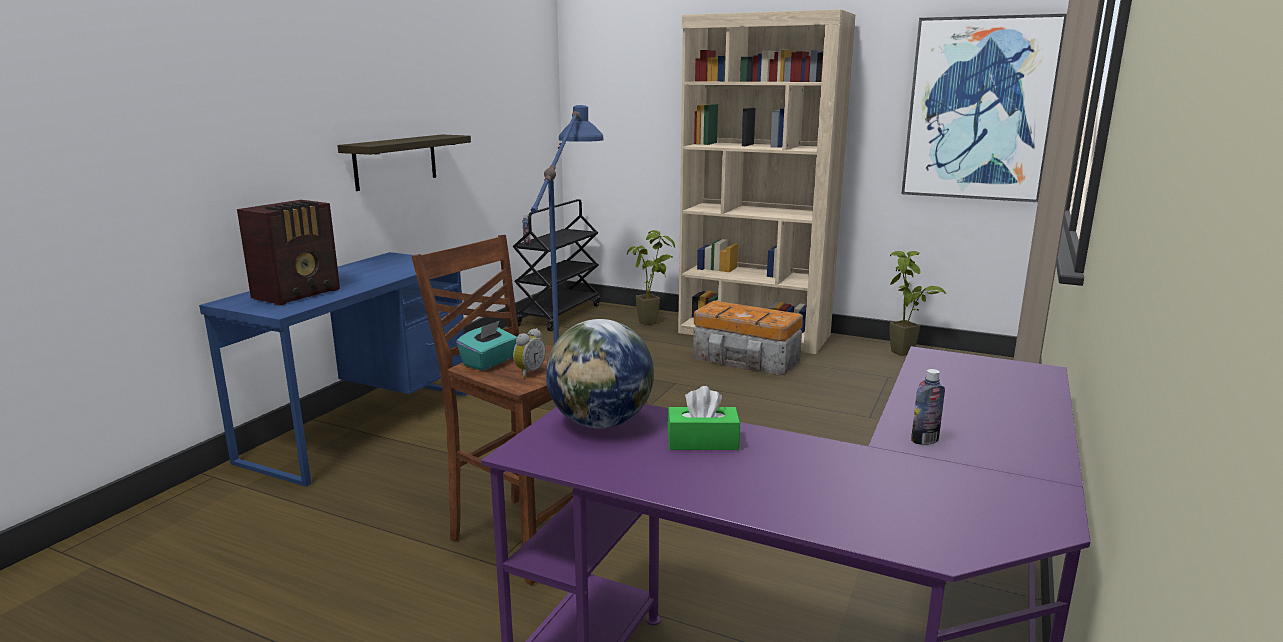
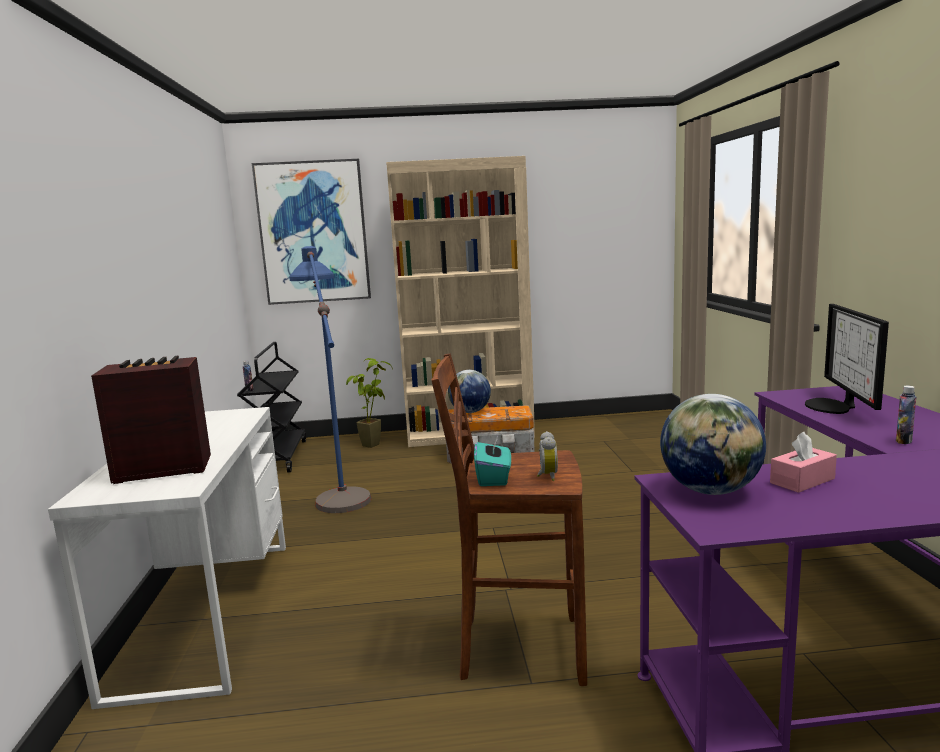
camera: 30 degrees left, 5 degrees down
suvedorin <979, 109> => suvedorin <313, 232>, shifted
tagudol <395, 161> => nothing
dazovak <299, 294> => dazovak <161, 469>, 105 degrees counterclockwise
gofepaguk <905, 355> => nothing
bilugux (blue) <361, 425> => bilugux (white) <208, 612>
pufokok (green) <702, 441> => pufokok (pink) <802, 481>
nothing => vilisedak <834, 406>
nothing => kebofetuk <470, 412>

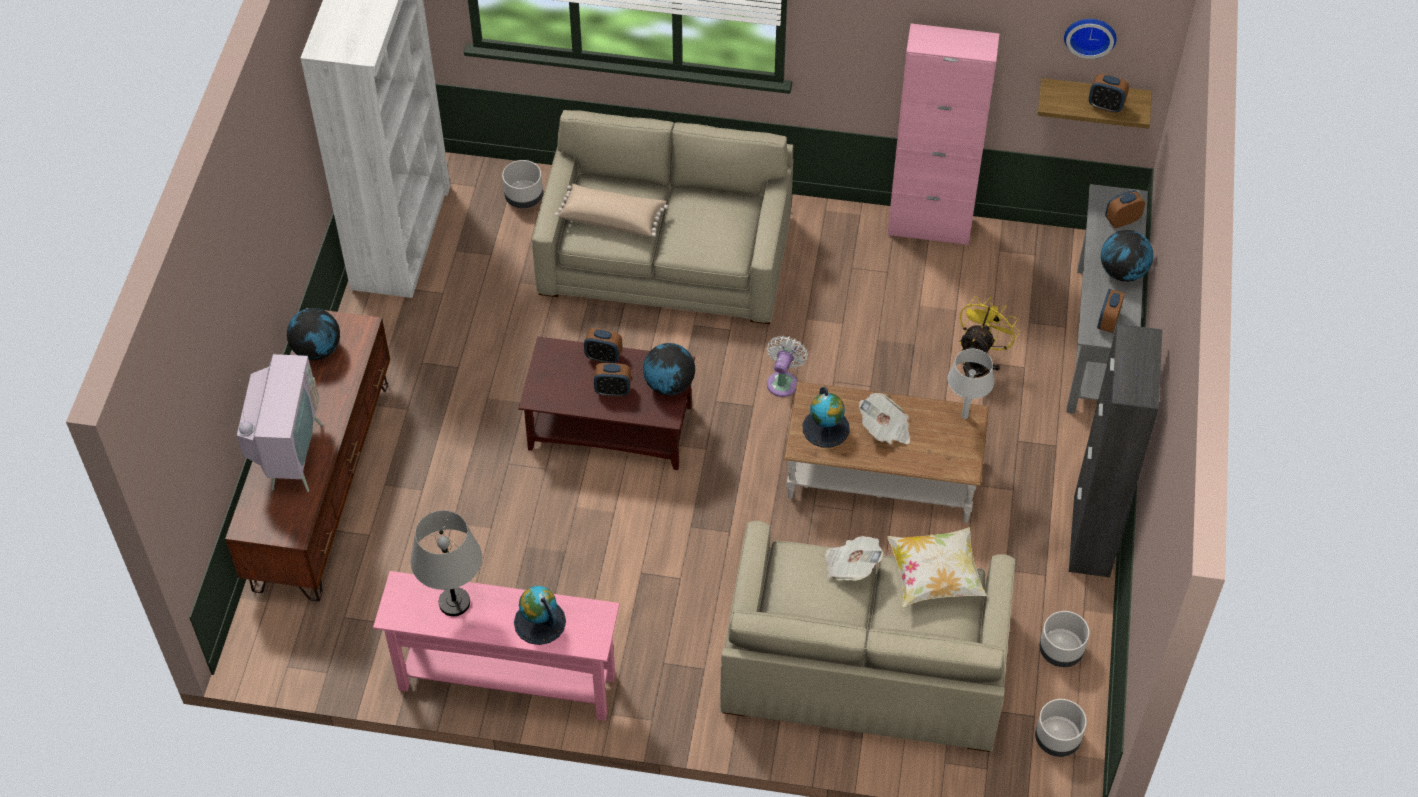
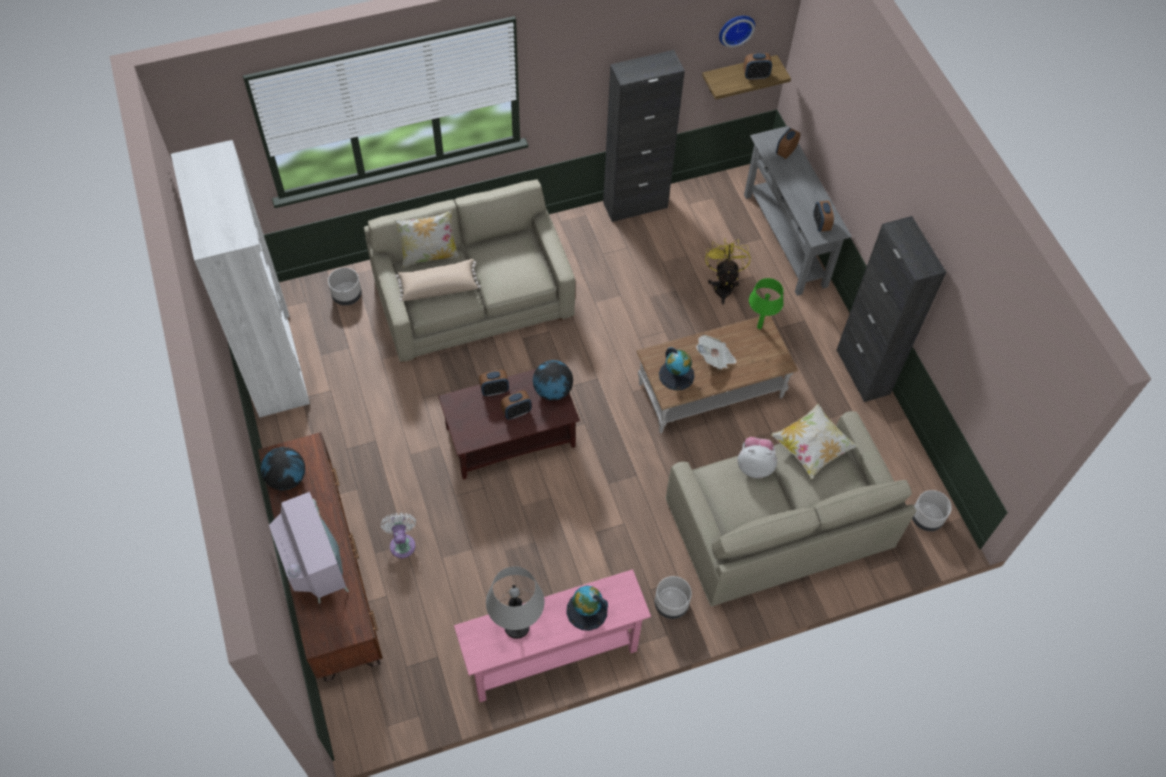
camera: 30 degrees left, 5 degrees up
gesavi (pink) <929, 227> => gesavi (black) <635, 205>
kebofetuk <1123, 272> => nothing
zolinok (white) <783, 381> => zolinok (white) <402, 543>, shifted
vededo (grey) <965, 415> => vededo (green) <759, 326>
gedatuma <851, 566> => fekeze <754, 465>
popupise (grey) <1060, 651> => popupise (grey) <671, 604>, shifted
nothing => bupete <429, 255>

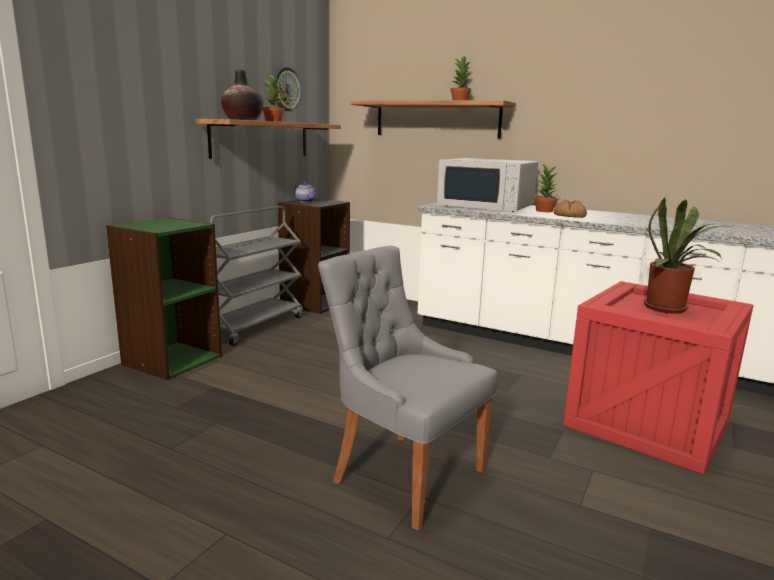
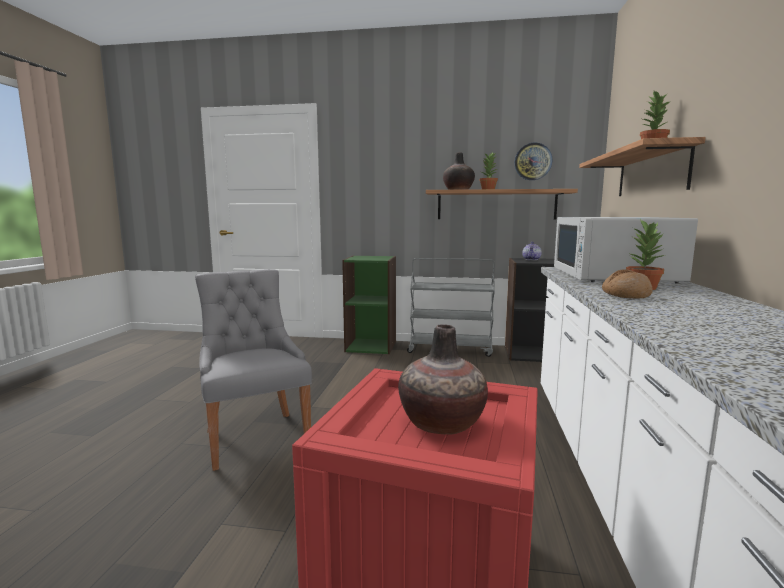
camera: 70 degrees right, 5 degrees down
gofepaguk <669, 309> => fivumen <441, 423>
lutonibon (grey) <404, 474> => lutonibon (grey) <255, 436>, 45 degrees counterclockwise

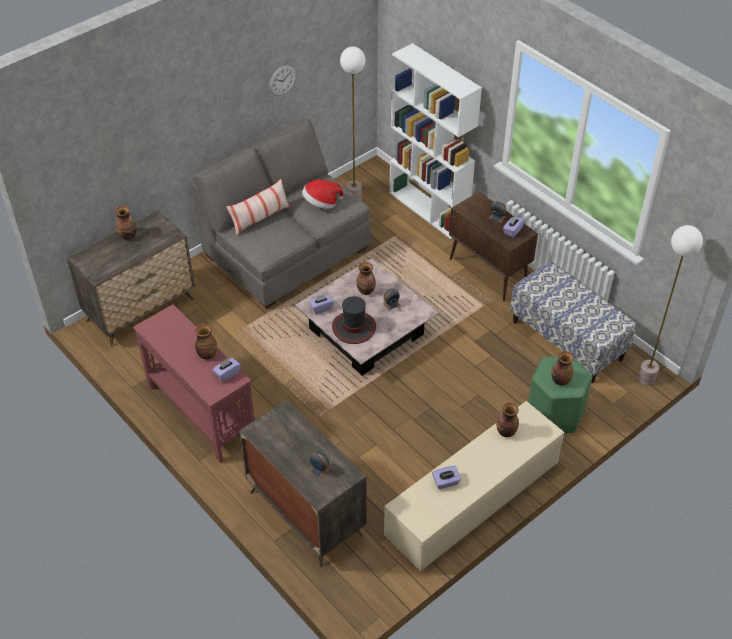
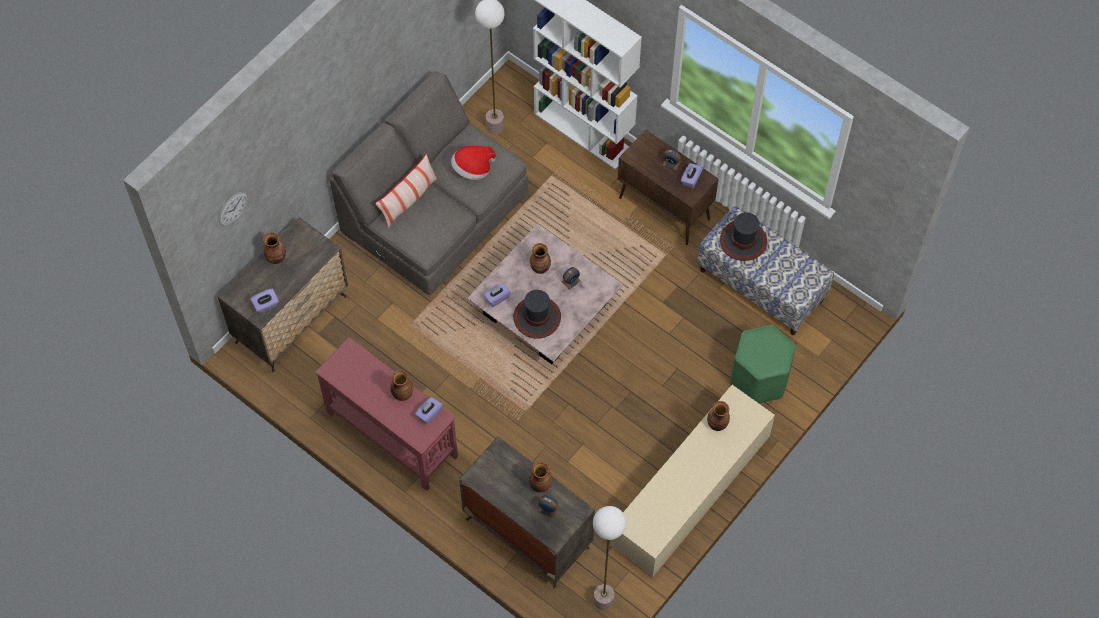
camera: 10 degrees left, 15 degrees up
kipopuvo <282, 80> => kipopuvo <233, 208>, shifted
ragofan <646, 378> => ragofan <603, 601>, shifted
fivumen <560, 380> => fivumen <539, 485>, shifted
pufokok (purple) <446, 482> => pufokok (purple) <266, 305>, shifted
nothing => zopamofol <743, 241>

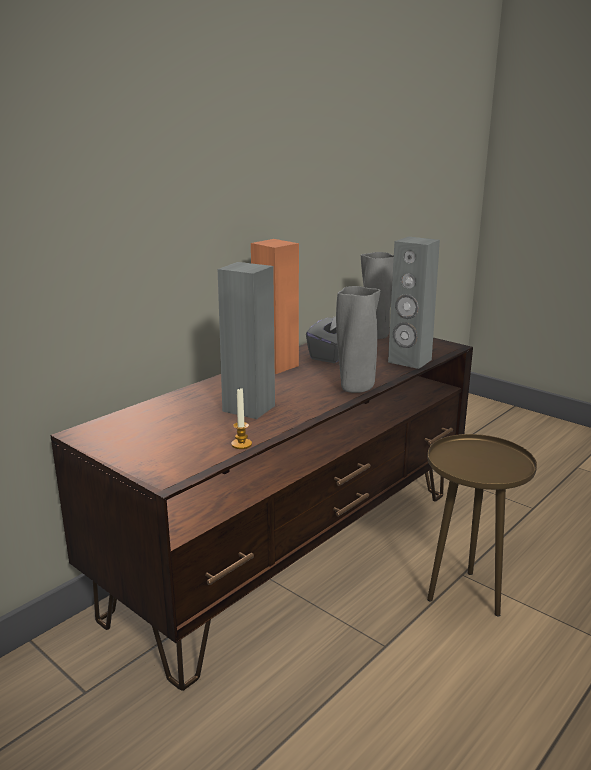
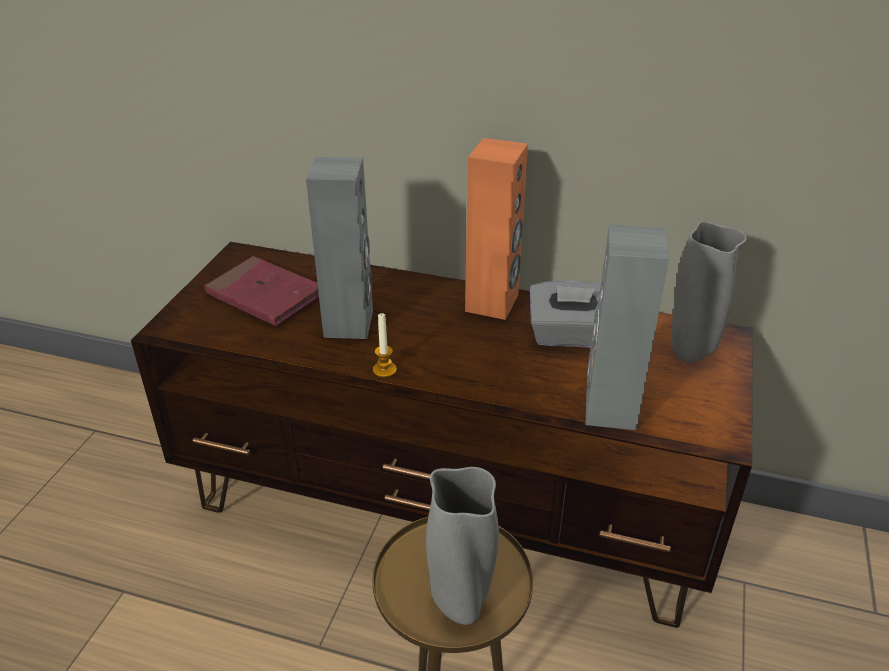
camera: 65 degrees right, 15 degrees up
fivumen (grey) <355, 388> => fivumen (grey) <461, 603>, shifted
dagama <241, 444> => dagama <384, 370>, shifted
nothing => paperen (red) <265, 295>

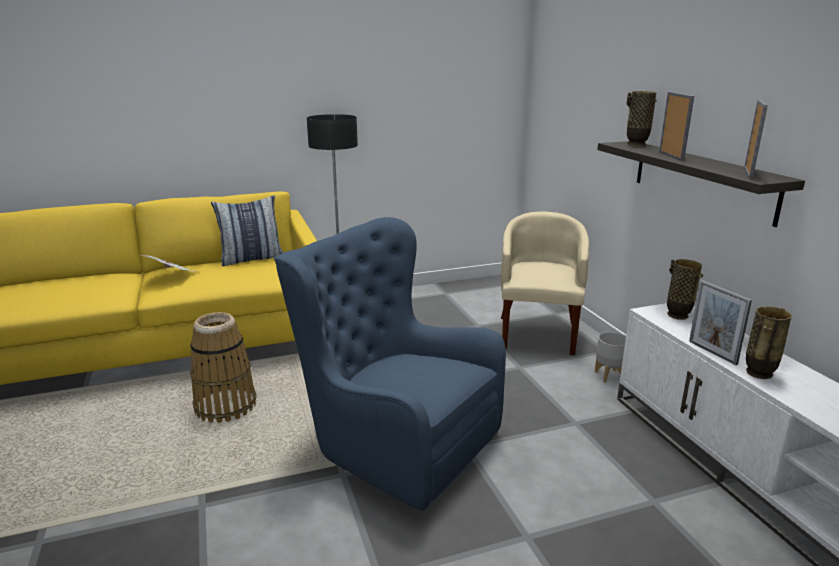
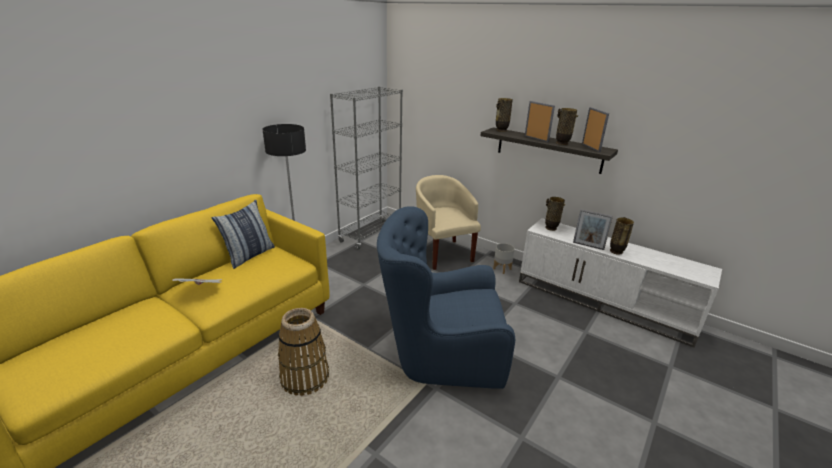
camera: 35 degrees left, 5 degrees up
nothing => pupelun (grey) <370, 234>
nothing => fivumen <562, 143>

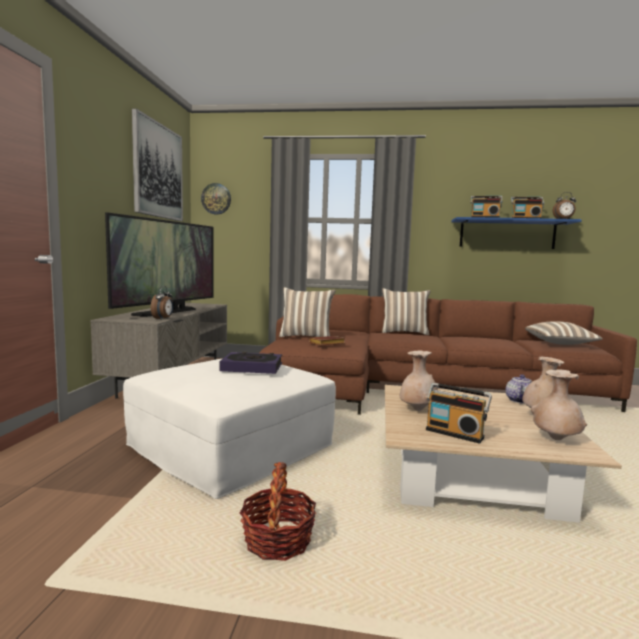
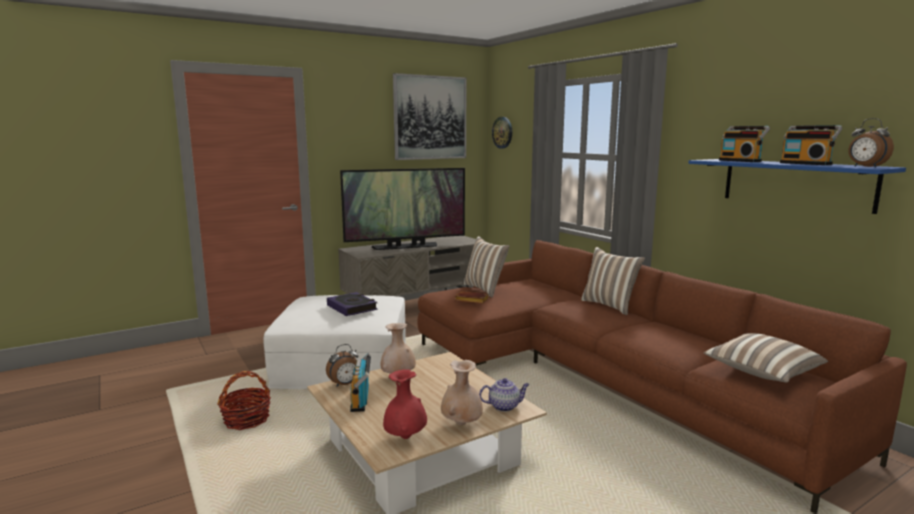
camera: 50 degrees right, 5 degrees up
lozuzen <163, 319> => lozuzen <344, 384>, shifted
fivumen (beige) <556, 439> => fivumen (red) <405, 437>

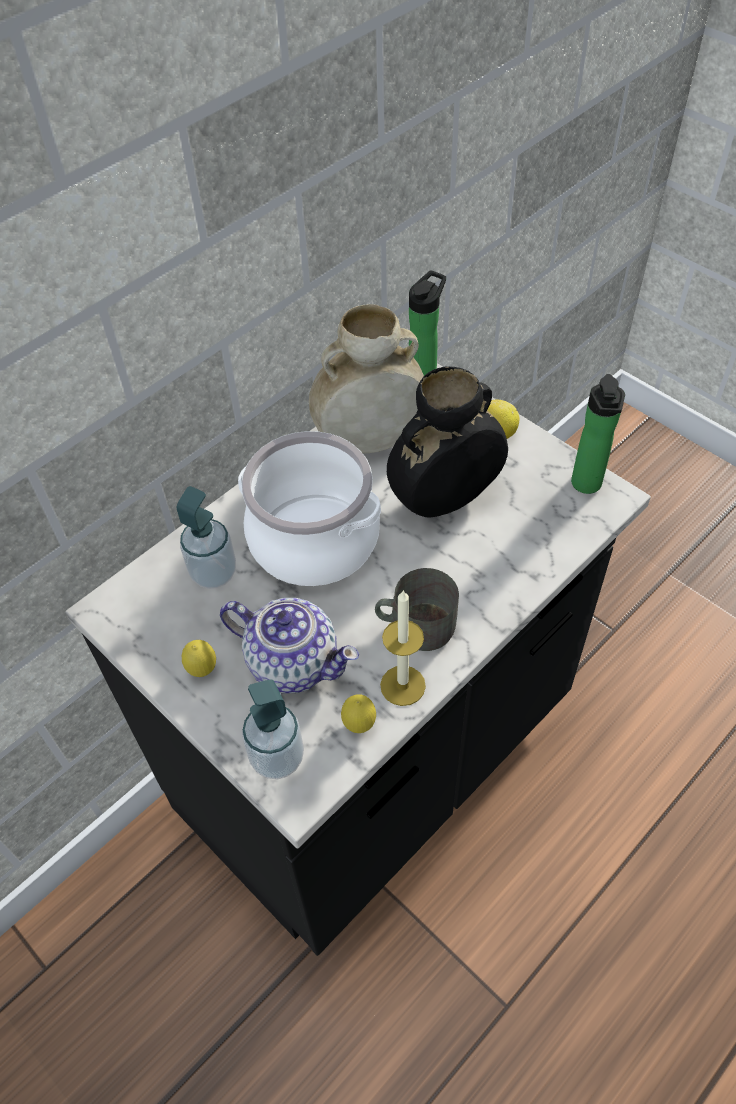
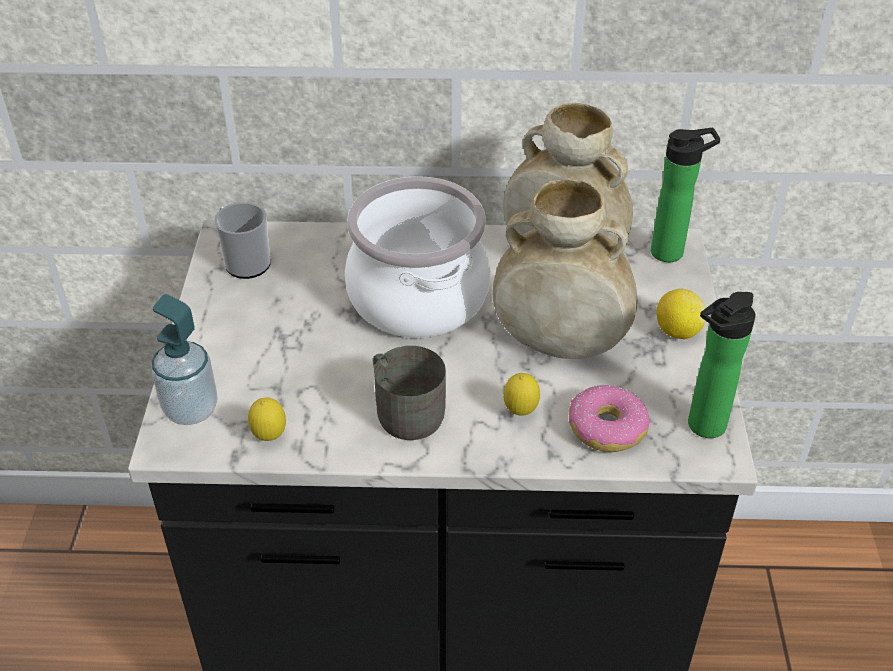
camera: 45 degrees right, 10 degrees down
fivumen (black) <445, 499> => fivumen (beige) <559, 345>
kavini <213, 573> => nothing
dagama <402, 685> => nothing
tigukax <292, 661> => nothing
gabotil <203, 670> => gabotil <520, 412>, shifted
nothing => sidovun <244, 261>
nothing => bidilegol <606, 428>

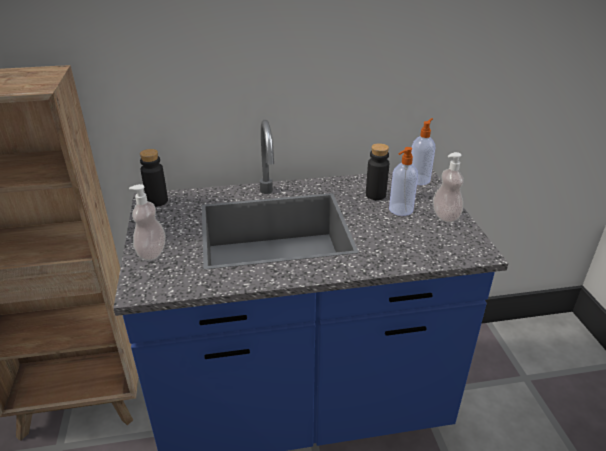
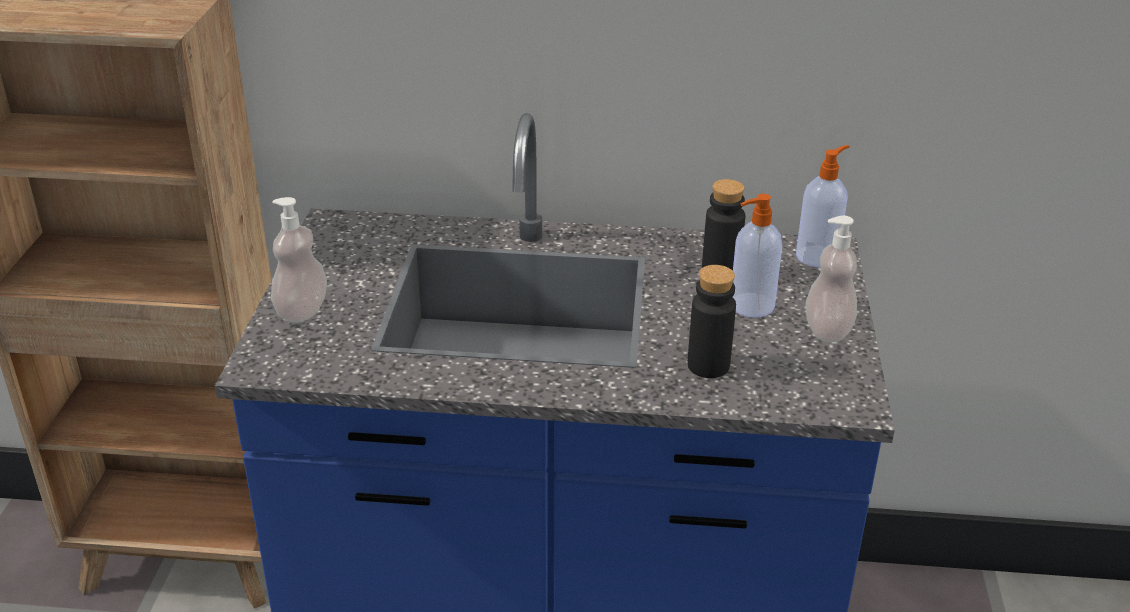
camera: 15 degrees right, 0 degrees up
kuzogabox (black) <157, 201> => kuzogabox (black) <708, 365>, shifted

